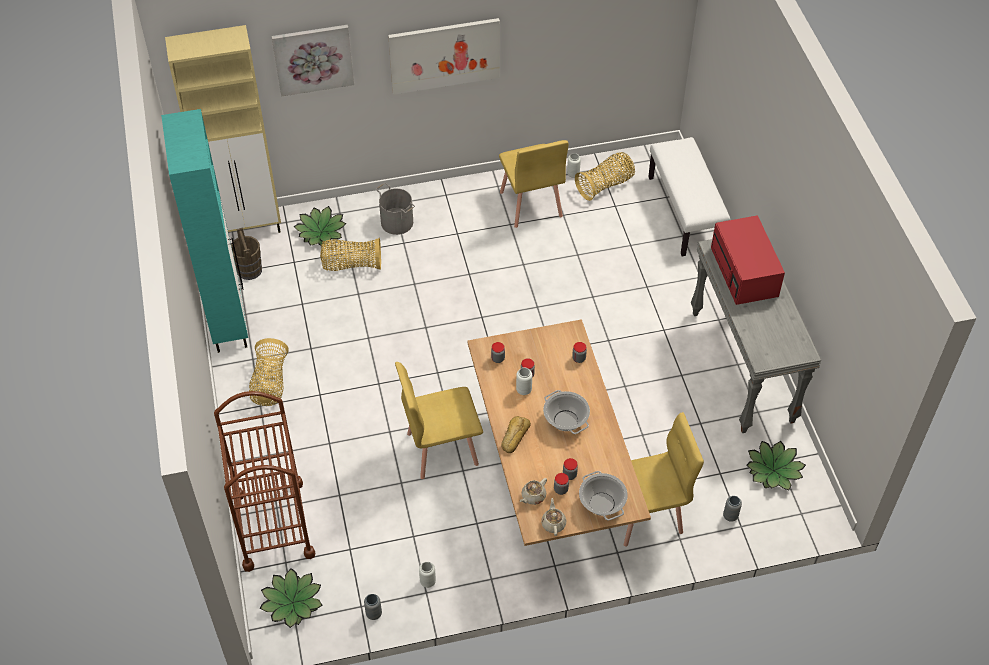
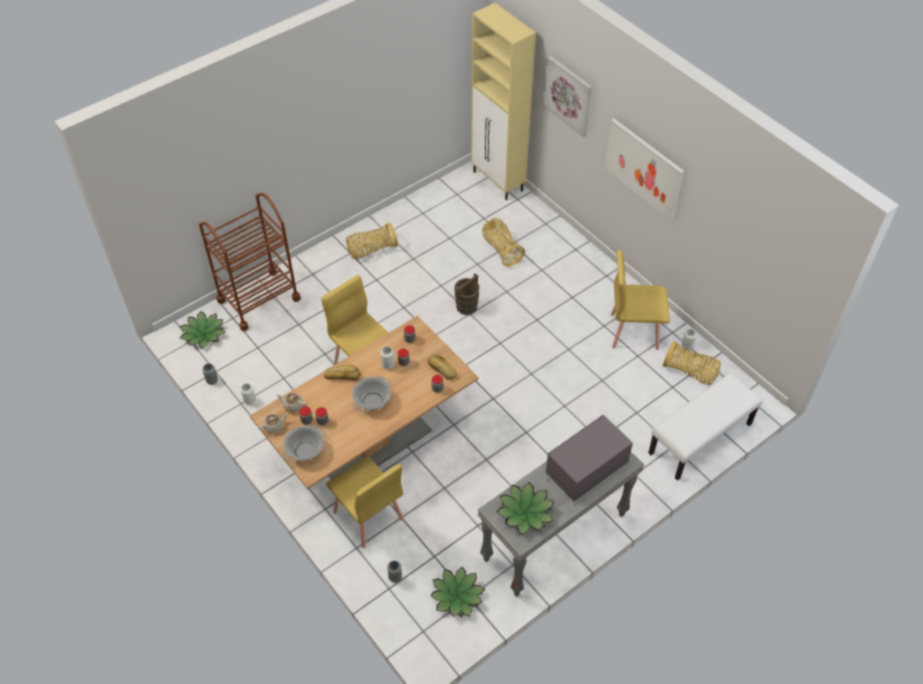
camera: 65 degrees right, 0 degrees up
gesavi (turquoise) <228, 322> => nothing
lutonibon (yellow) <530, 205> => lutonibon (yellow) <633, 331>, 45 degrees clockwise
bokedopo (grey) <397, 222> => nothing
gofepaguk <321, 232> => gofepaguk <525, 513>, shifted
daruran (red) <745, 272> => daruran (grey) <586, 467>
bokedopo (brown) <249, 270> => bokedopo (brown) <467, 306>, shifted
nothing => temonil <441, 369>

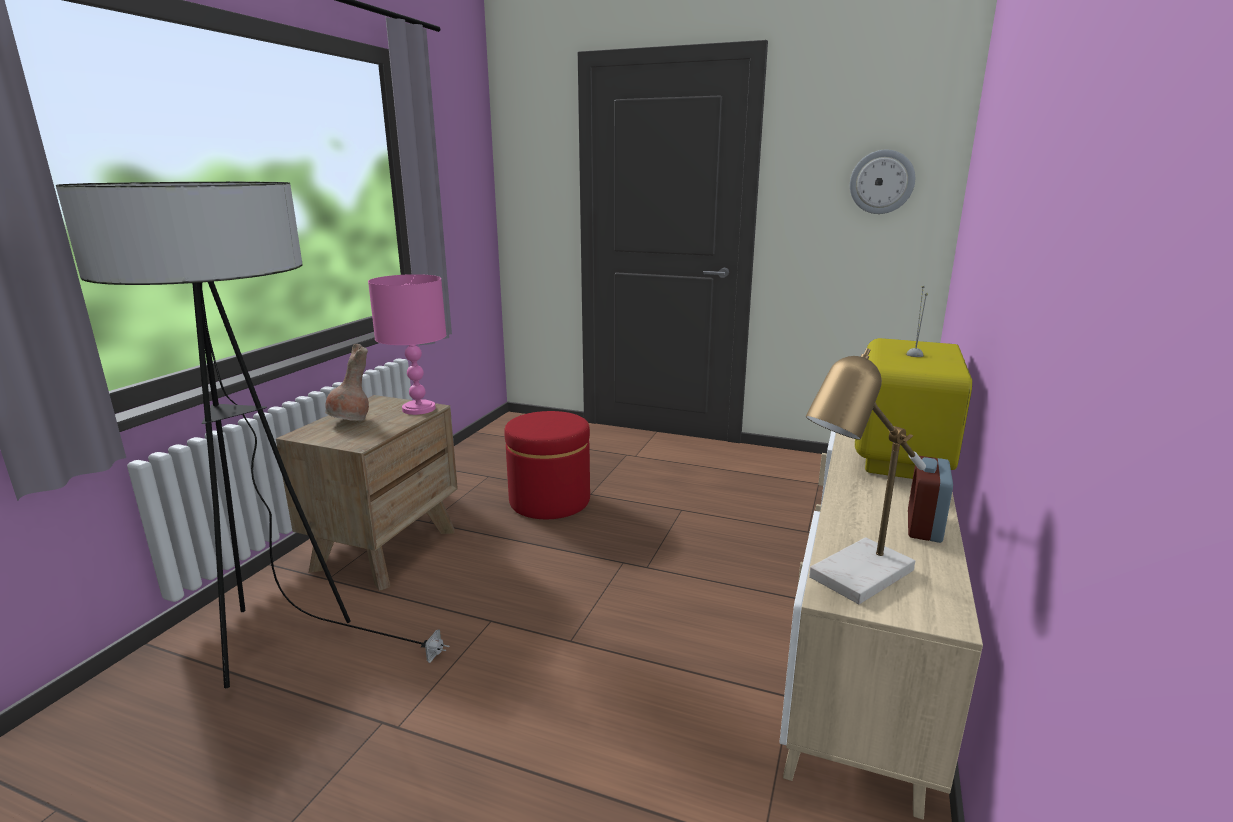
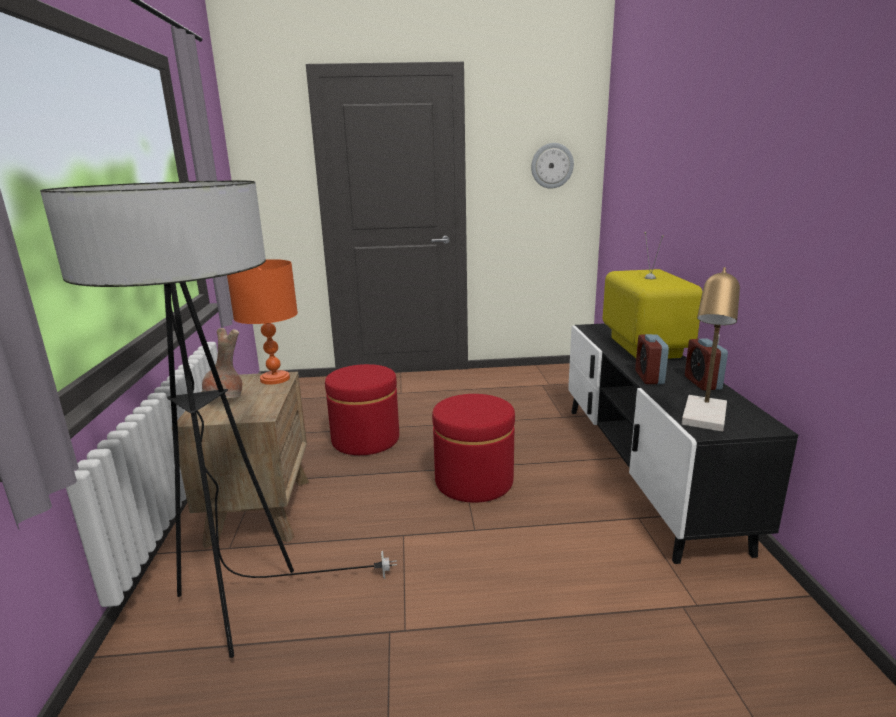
camera: 25 degrees left, 0 degrees up
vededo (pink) <418, 409> => vededo (orange) <274, 379>
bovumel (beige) <861, 632> => bovumel (black) <644, 468>
nothing => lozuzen <649, 377>
nothing => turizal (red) <474, 481>

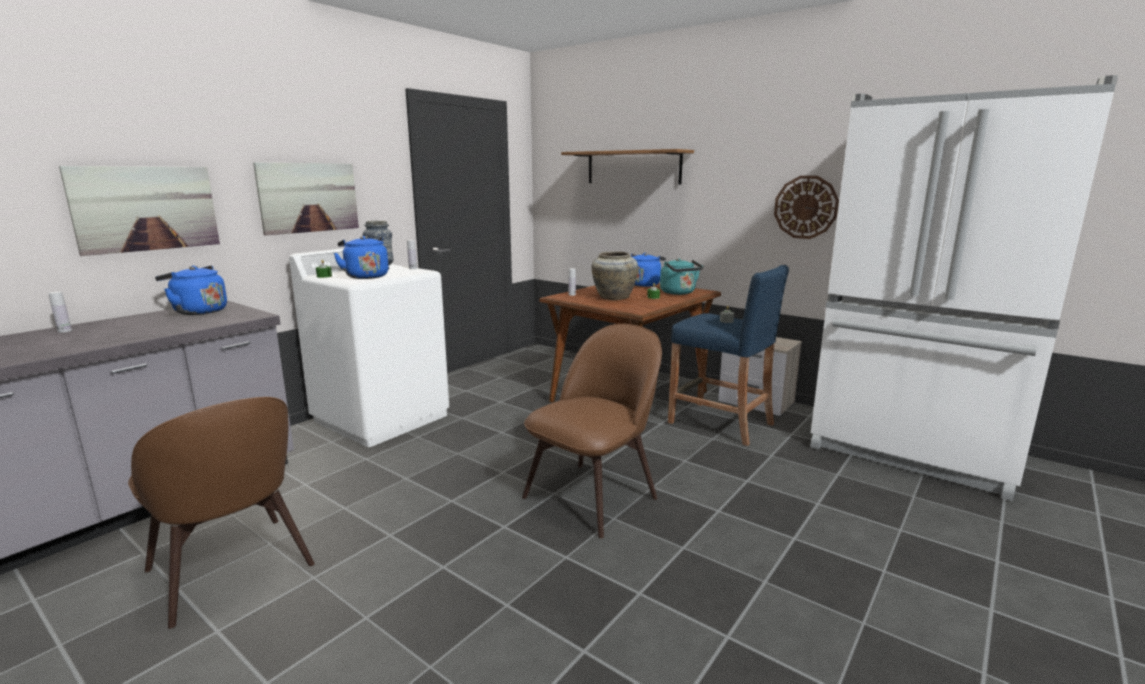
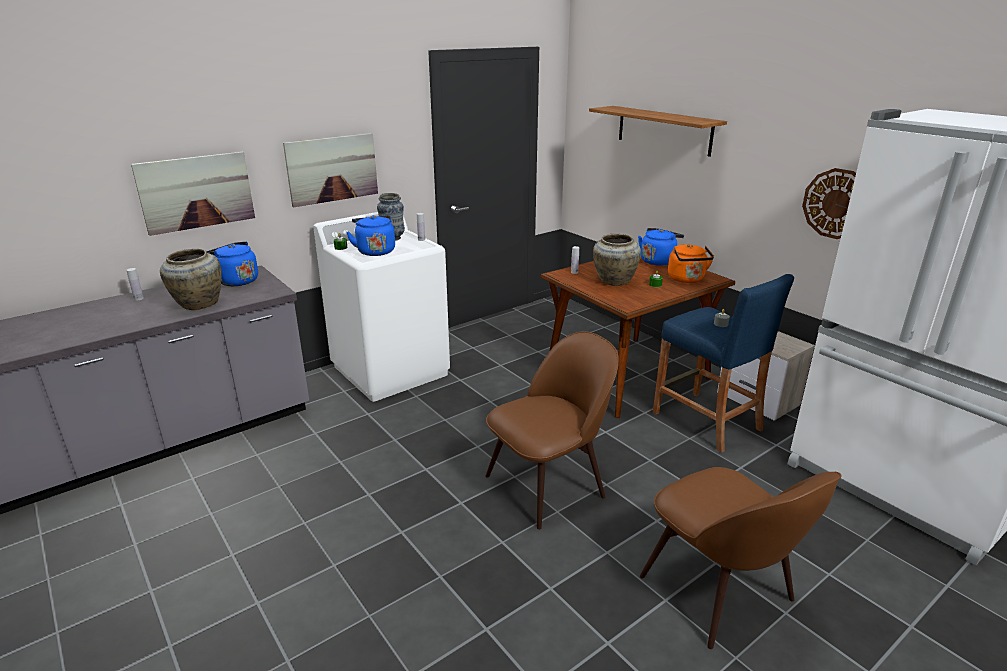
camera: 15 degrees right, 10 degrees up
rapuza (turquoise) <679, 293> => rapuza (orange) <687, 279>
lutonibon (brown) <232, 571> => lutonibon (brown) <720, 592>, shifted
nothing => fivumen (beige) <197, 304>

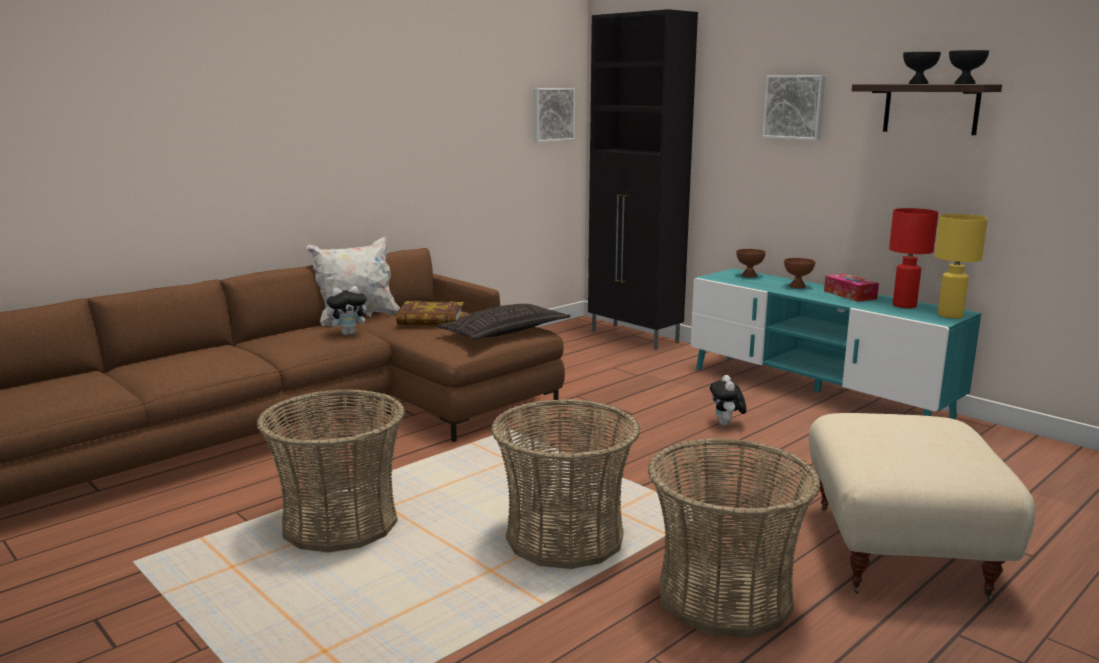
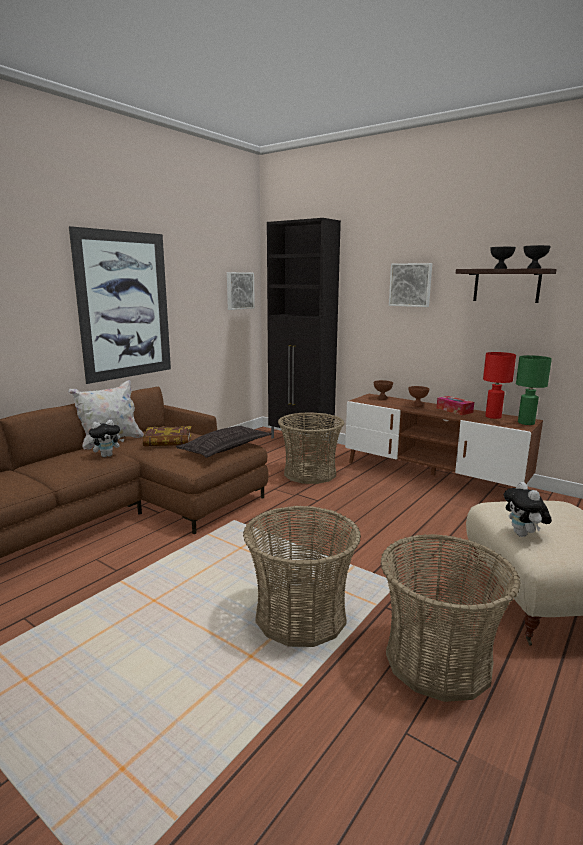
camera: 10 degrees left, 0 degrees up
vededo (yellow) <949, 315> => vededo (green) <525, 423>
bovumel (turquoise) <816, 391> => bovumel (brown) <432, 475>
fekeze <726, 424> => fekeze <523, 535>, shifted
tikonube <340, 523> => tikonube <310, 473>, shifted
nothing => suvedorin <125, 306>

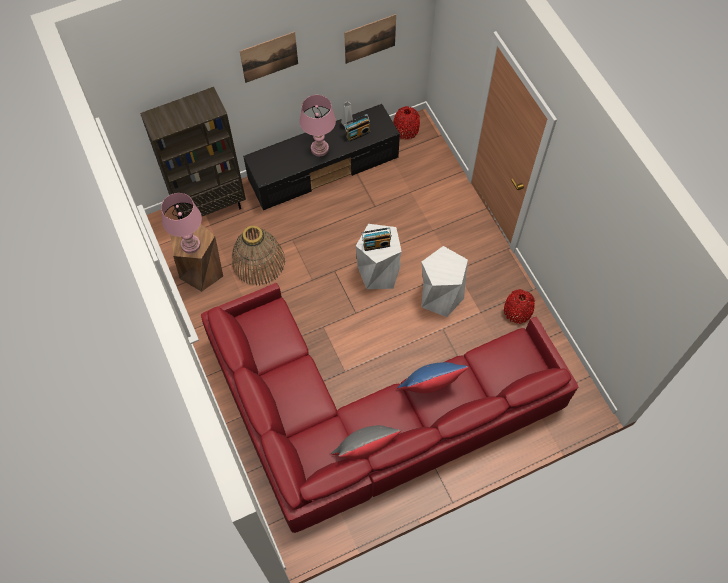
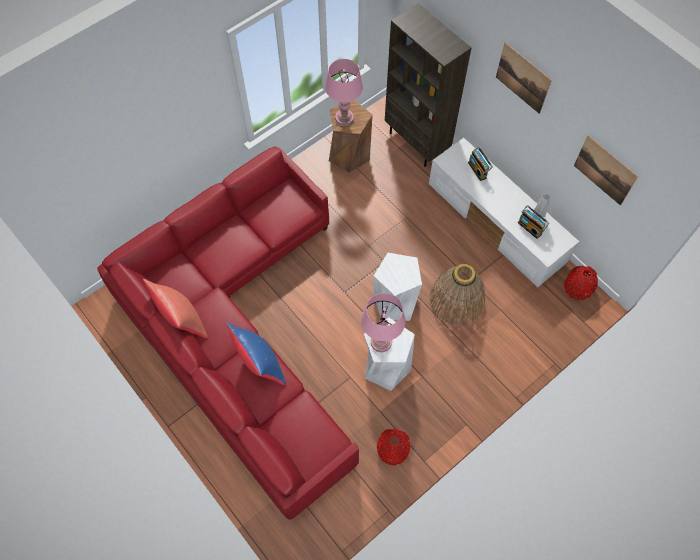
camera: 75 degrees right, 0 degrees up
vededo (pink) <319, 149> => vededo (pink) <381, 342>, shifted
bovumel (black) <324, 169> => bovumel (white) <496, 224>
tikonube <258, 261> => tikonube <456, 299>, shifted
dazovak <376, 244> => dazovak <478, 170>, shifted
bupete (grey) <365, 450> => bupete (red) <181, 319>

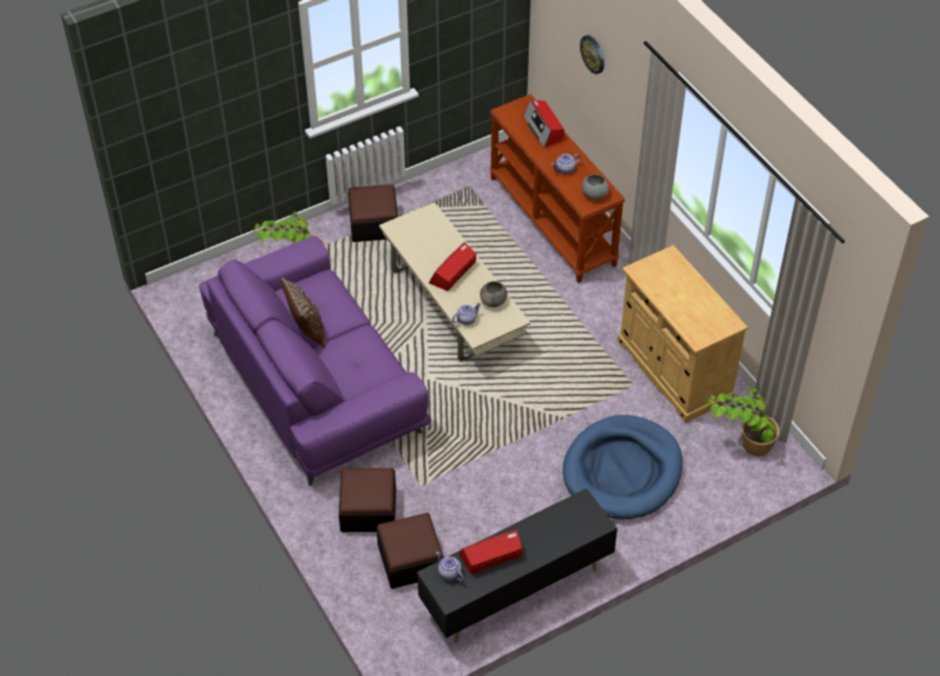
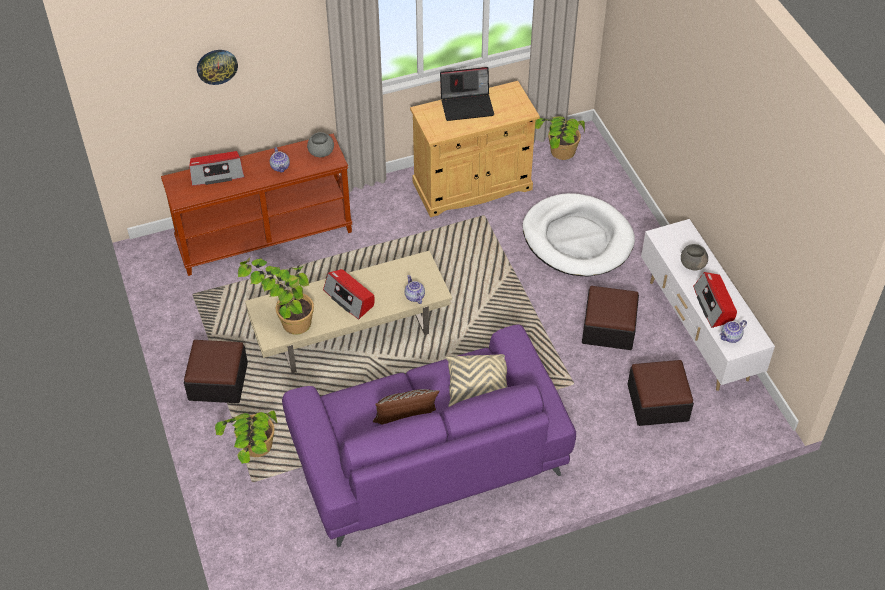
camera: 80 degrees left, 0 degrees up
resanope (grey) <494, 301> => resanope (grey) <692, 264>, shifted
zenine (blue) <622, 471> => zenine (white) <577, 239>
turizal <368, 510> => turizal <608, 328>, shifted
bovumel (black) <515, 591> => bovumel (white) <697, 331>
nothing => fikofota <467, 105>
nothing => gofepaguk <284, 317>
nothing => bupete (beige) <478, 387>

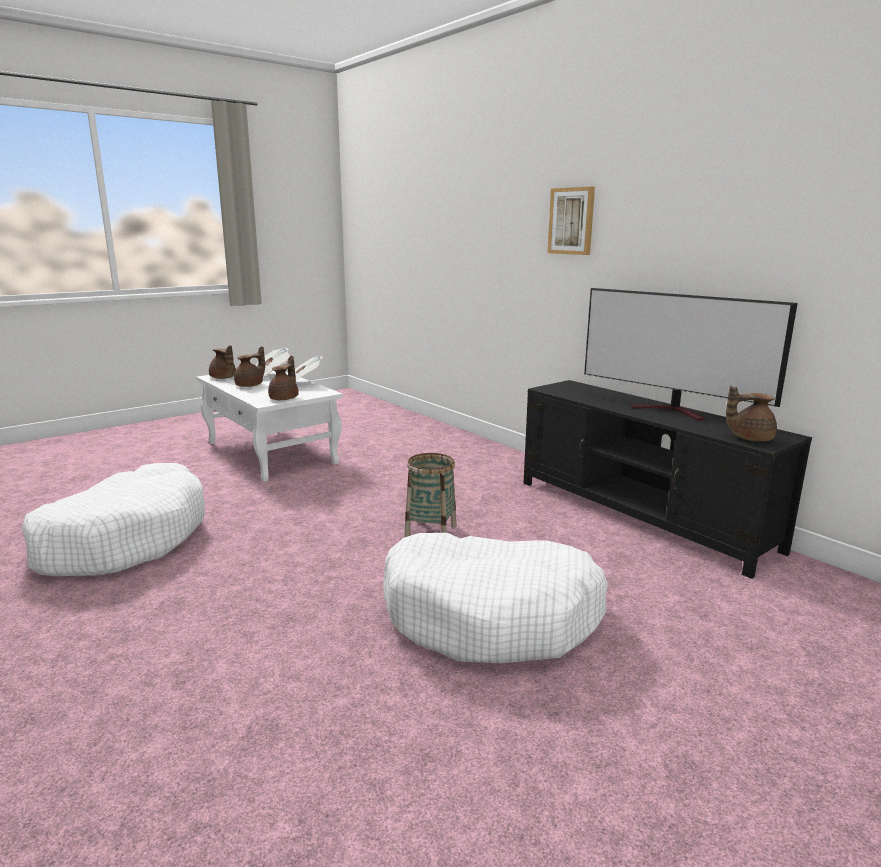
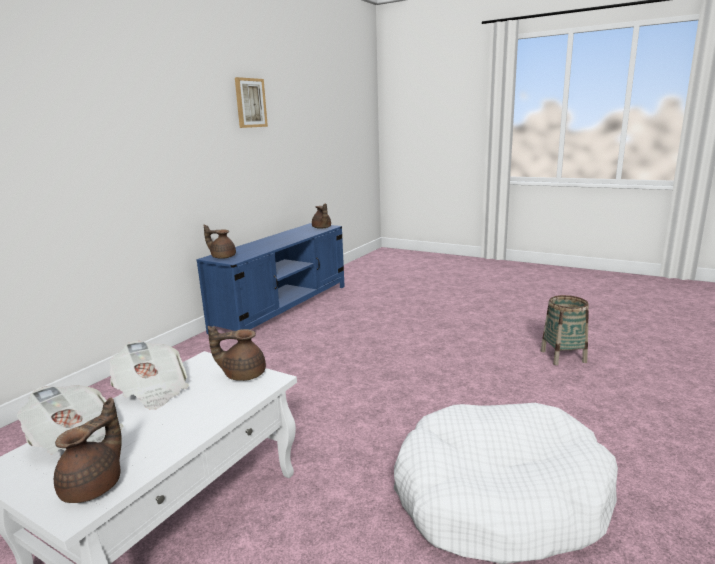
camera: 110 degrees left, 0 degrees up
suvedorin <571, 221> => suvedorin <250, 103>, shifted
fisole <673, 411> => nothing
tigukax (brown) <251, 385> => tigukax (brown) <222, 257>, shifted
bovumel (black) <641, 515> => bovumel (blue) <283, 307>
tikonube <431, 531> => tikonube <563, 356>, shifted
zenine (white) <491, 616> => nothing

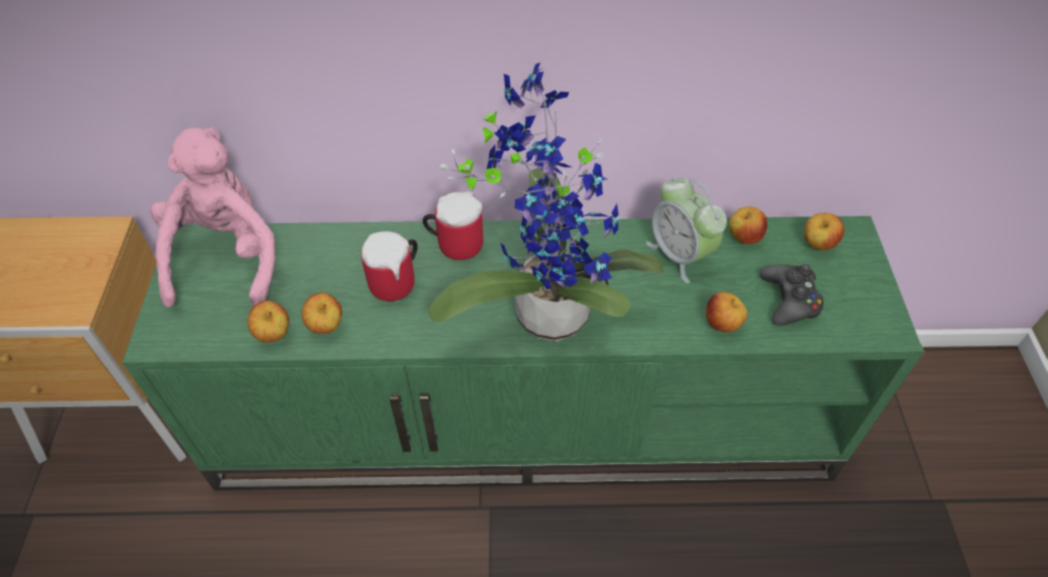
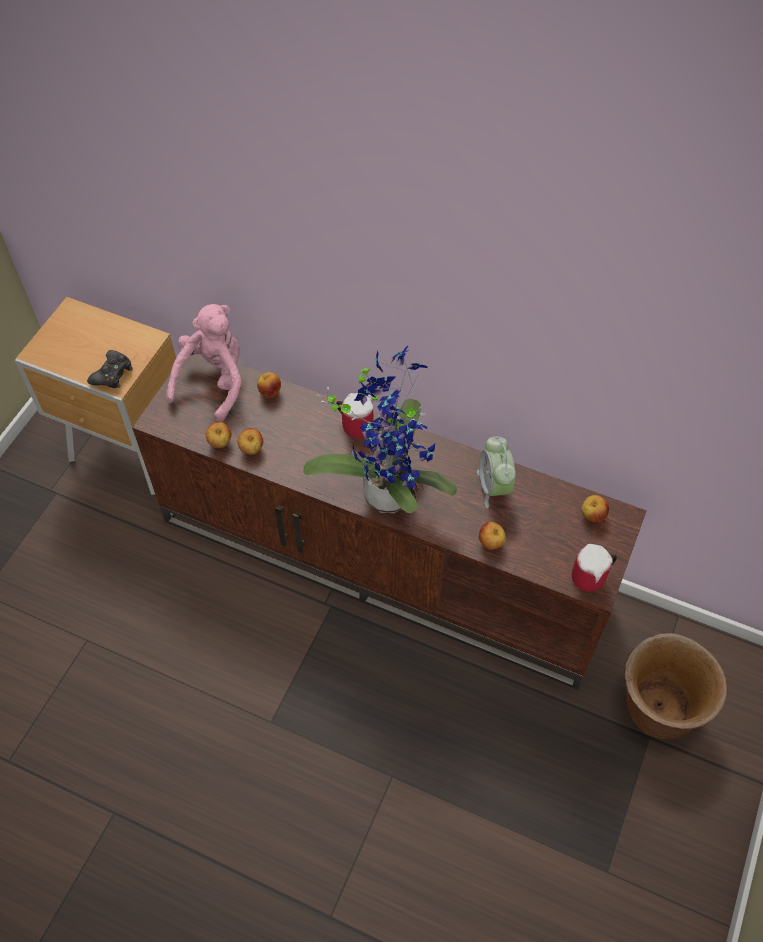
camera: 25 degrees right, 5 degrees up
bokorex <743, 238> => bokorex <269, 392>, shifted
bovumel (green) <527, 418> => bovumel (brown) <385, 558>
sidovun <398, 281> => sidovun <593, 577>, shifted
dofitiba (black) <789, 300> => dofitiba (black) <112, 374>, shifted
nothing => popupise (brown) <657, 709>

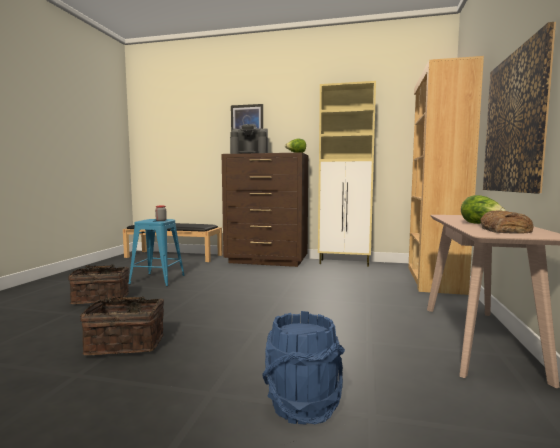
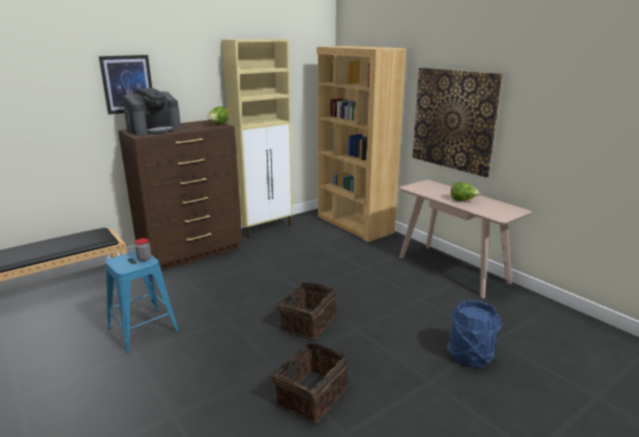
camera: 50 degrees left, 15 degrees up
temonil <504, 230> => nothing
tikonube <102, 298> => tikonube <307, 322>, shifted

